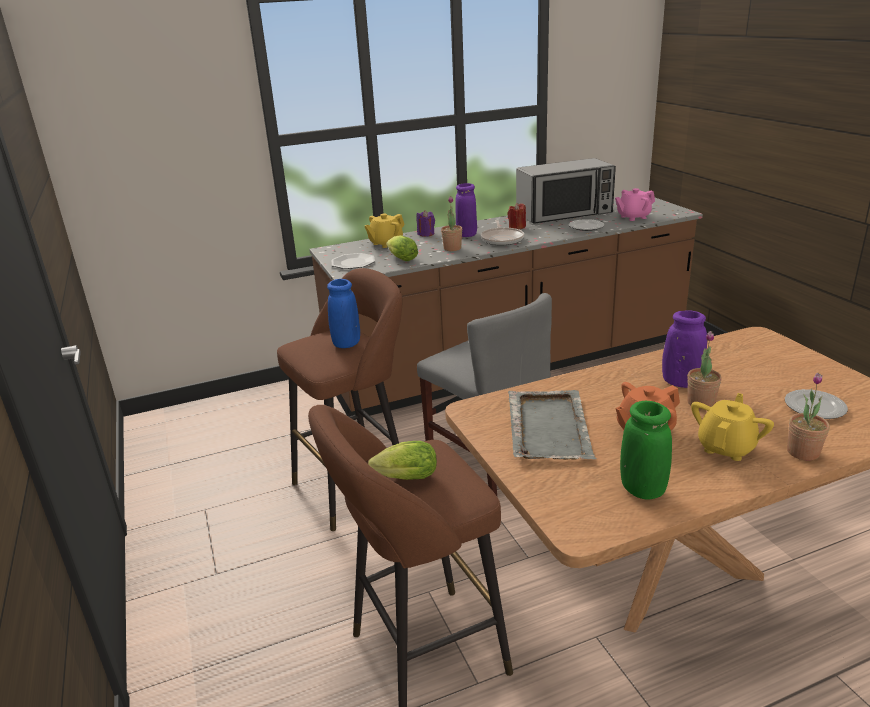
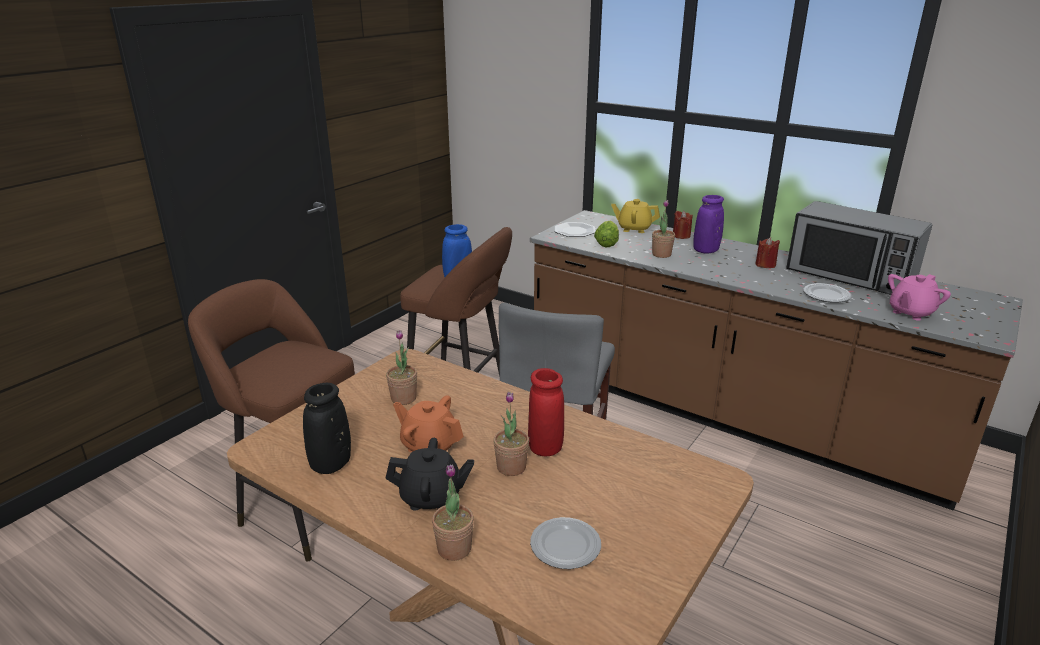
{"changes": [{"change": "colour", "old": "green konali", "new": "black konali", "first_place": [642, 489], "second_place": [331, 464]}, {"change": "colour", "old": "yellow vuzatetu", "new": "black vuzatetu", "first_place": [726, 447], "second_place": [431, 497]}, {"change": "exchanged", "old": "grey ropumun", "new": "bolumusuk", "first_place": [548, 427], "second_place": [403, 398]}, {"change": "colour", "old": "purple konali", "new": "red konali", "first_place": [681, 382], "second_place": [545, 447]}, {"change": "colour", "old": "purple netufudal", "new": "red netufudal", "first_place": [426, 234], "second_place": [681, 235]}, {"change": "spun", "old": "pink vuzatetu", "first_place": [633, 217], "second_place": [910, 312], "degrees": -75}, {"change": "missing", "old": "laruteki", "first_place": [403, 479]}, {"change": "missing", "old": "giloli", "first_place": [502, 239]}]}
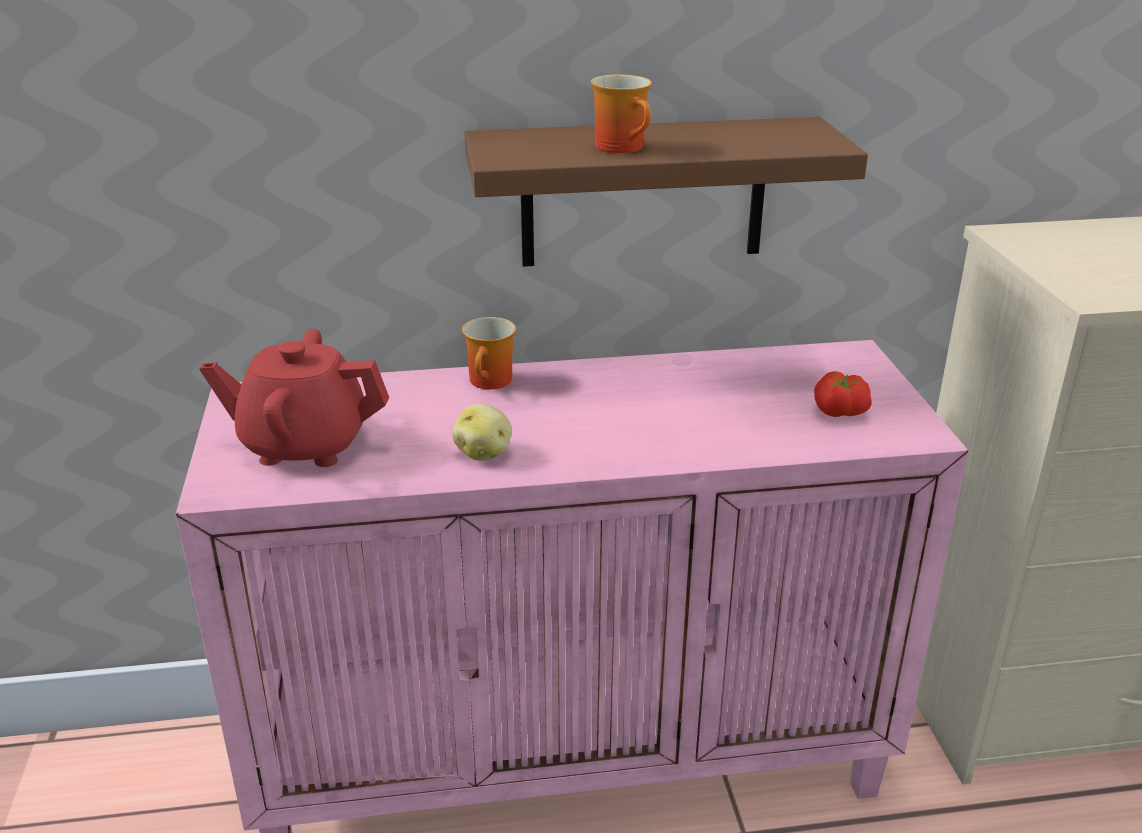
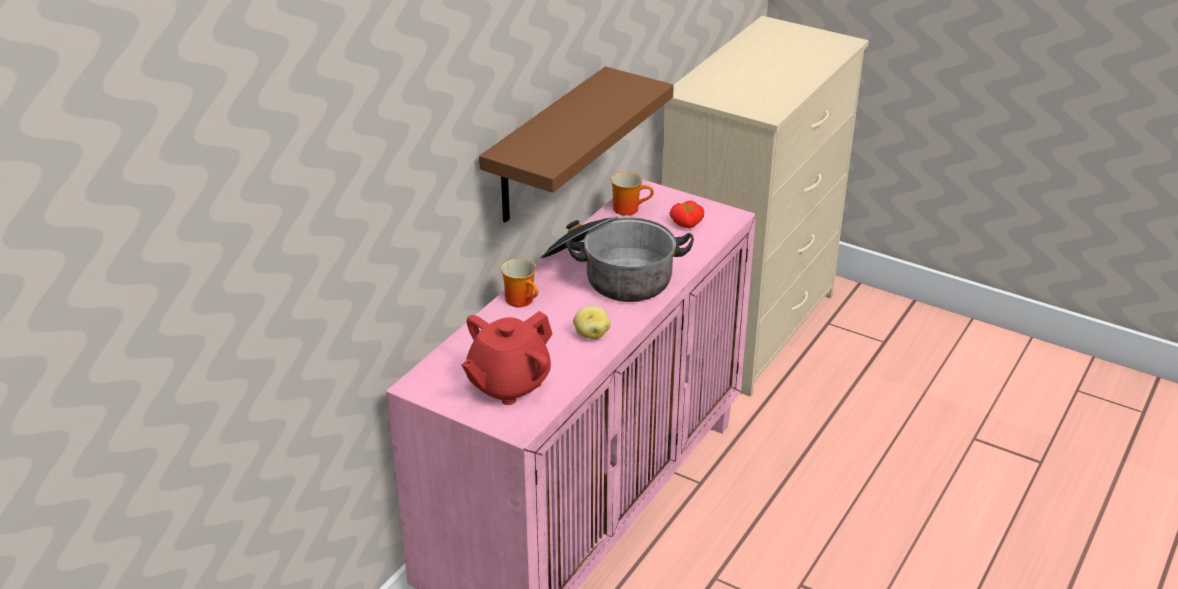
{"changes": [{"change": "appeared", "new": "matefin", "second_place": [611, 275]}, {"change": "relocated", "old": "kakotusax", "first_place": [625, 147], "second_place": [629, 208]}]}
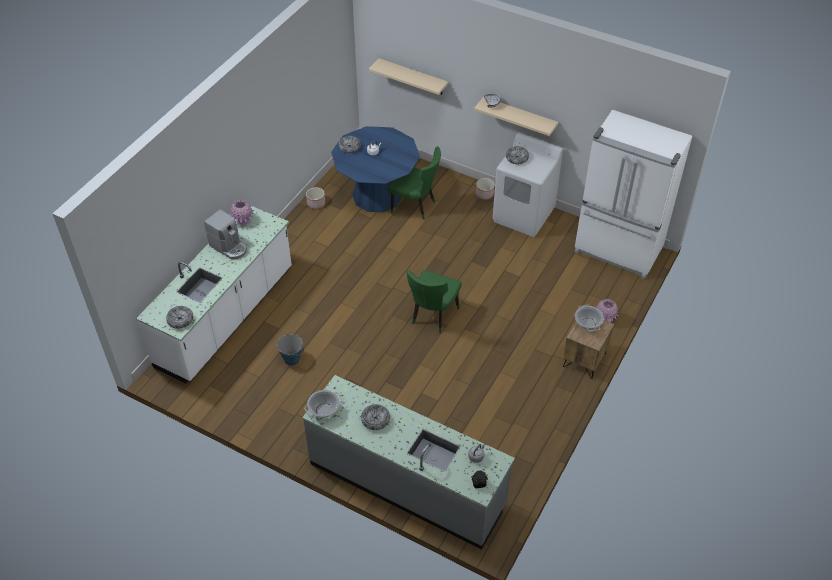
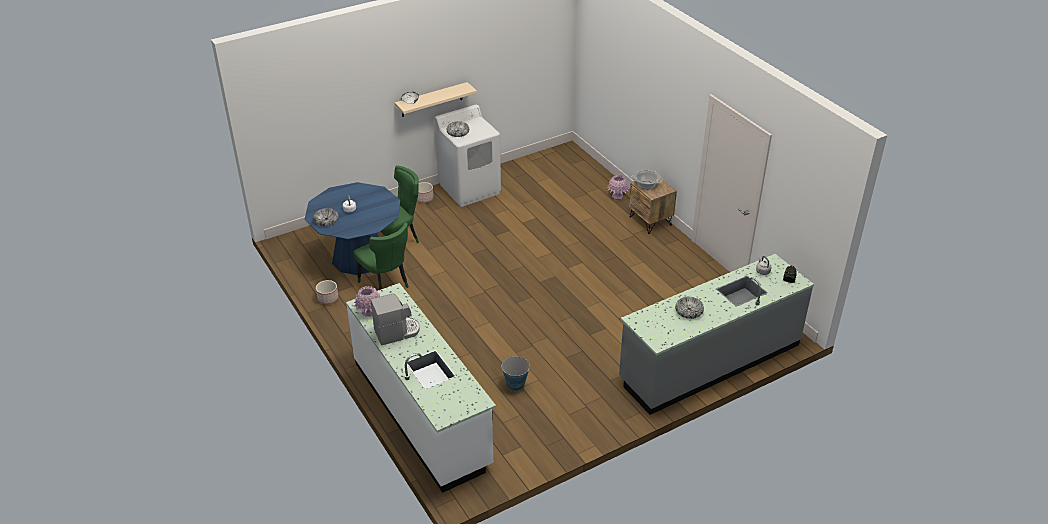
{"changes": [{"change": "relocated", "old": "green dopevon", "first_place": [432, 316], "second_place": [386, 284]}, {"change": "missing", "old": "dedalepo", "first_place": [180, 320]}, {"change": "missing", "old": "matefin", "first_place": [324, 410]}, {"change": "missing", "old": "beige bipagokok", "first_place": [413, 77]}, {"change": "missing", "old": "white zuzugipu", "first_place": [617, 252]}]}
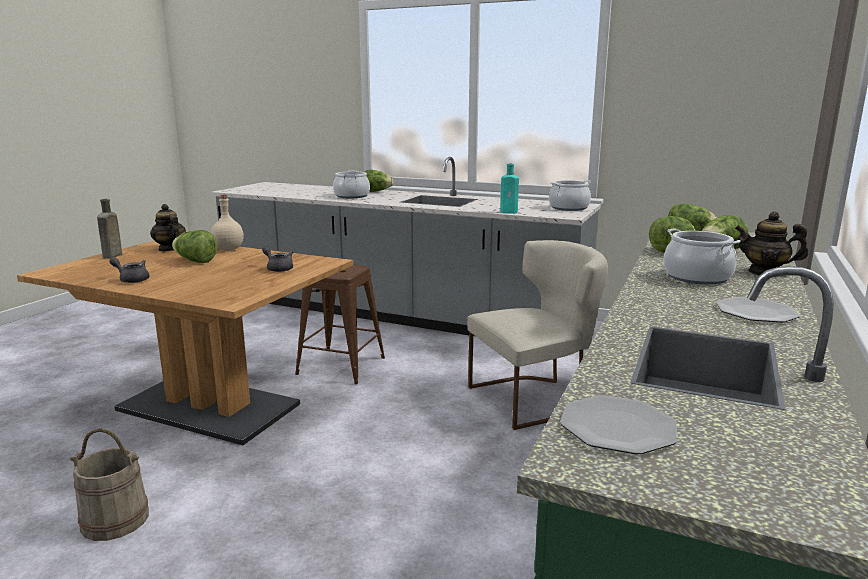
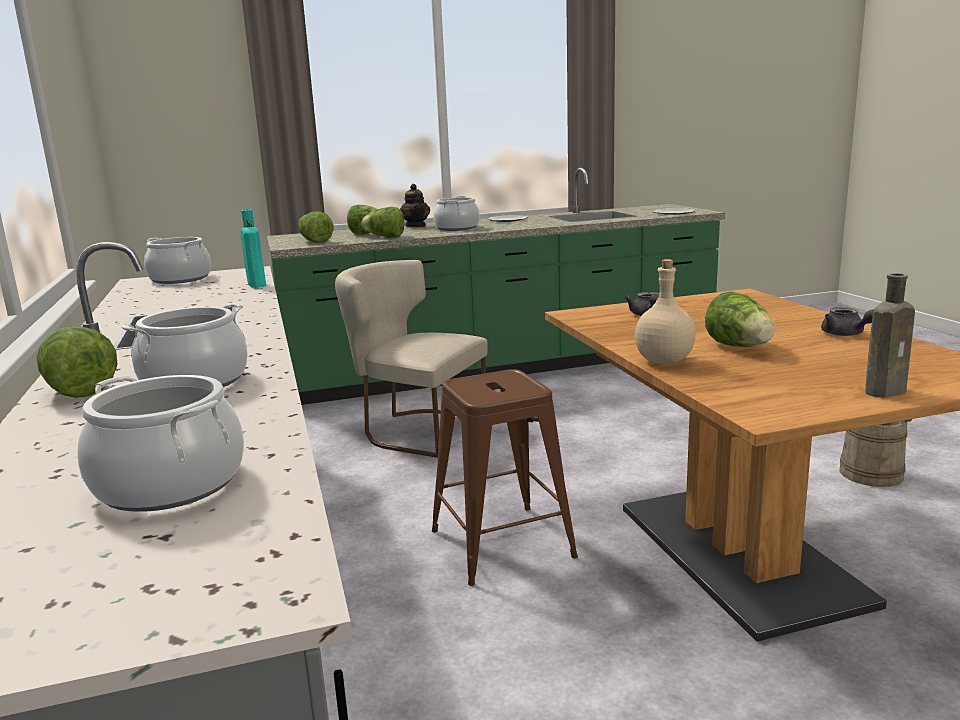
{"changes": [{"change": "appeared", "new": "matefin", "second_place": [170, 483]}, {"change": "missing", "old": "vuzatetu", "first_place": [170, 249]}]}
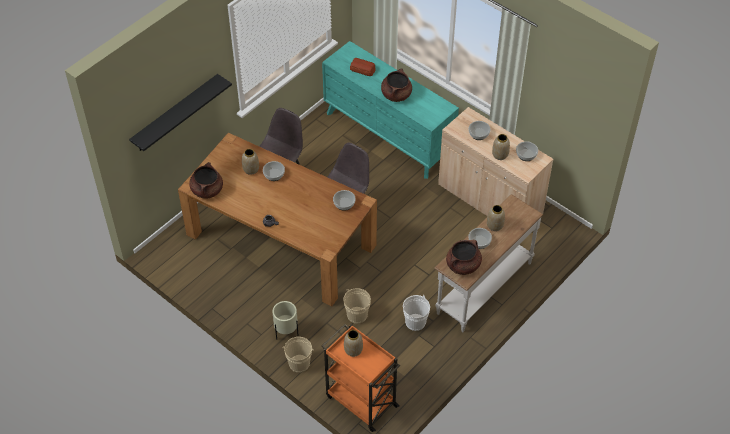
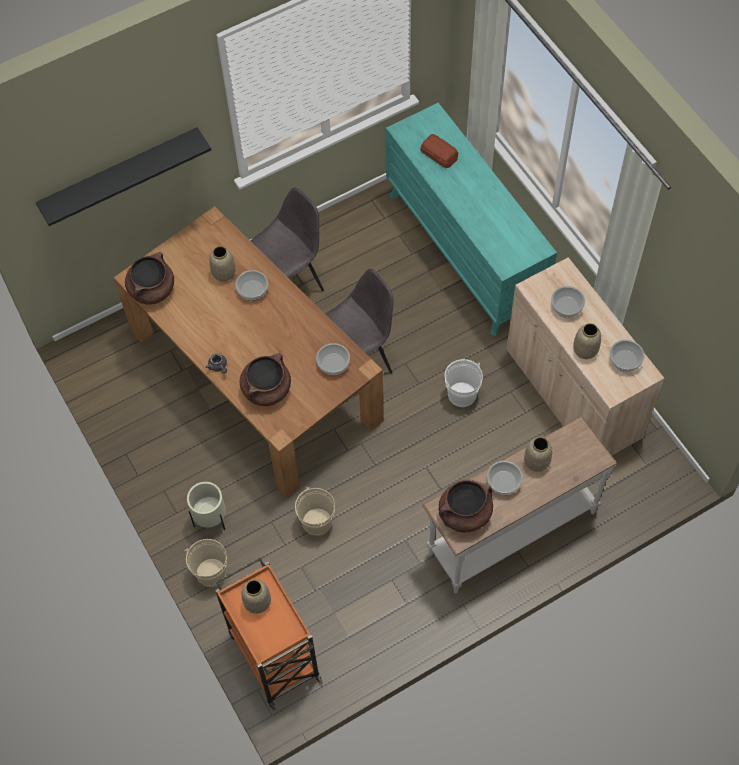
{"changes": [{"change": "relocated", "old": "brown matefin", "first_place": [396, 95], "second_place": [266, 389]}, {"change": "relocated", "old": "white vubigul", "first_place": [415, 322], "second_place": [462, 394]}]}
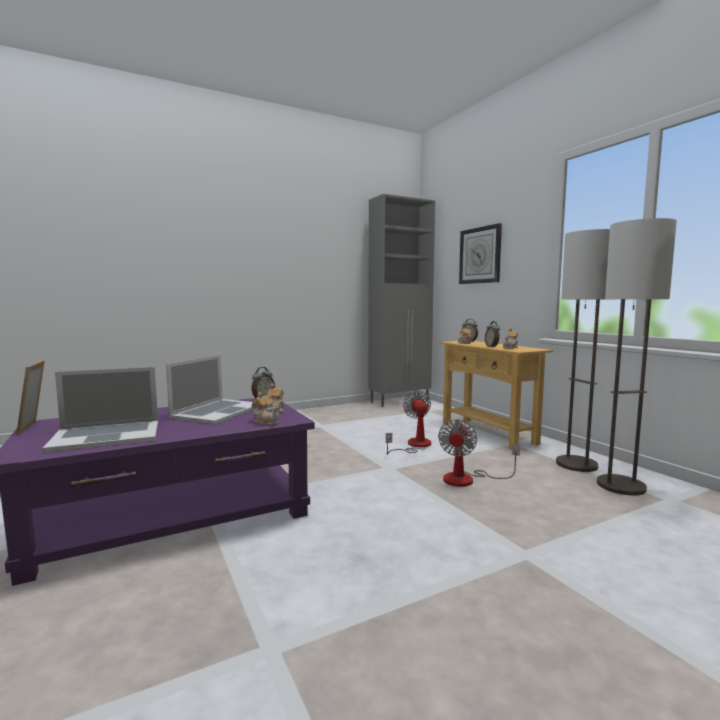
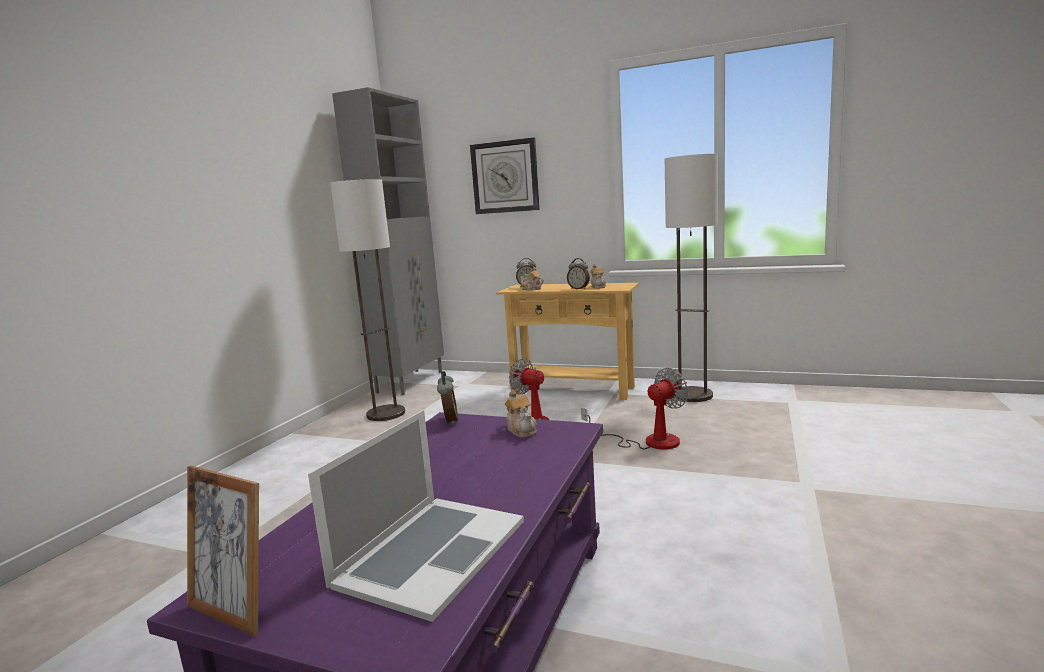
{"changes": [{"change": "relocated", "old": "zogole", "first_place": [621, 486], "second_place": [386, 414]}, {"change": "spun", "old": "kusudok", "first_place": [468, 479], "second_place": [649, 442], "degrees": -105}, {"change": "missing", "old": "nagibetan", "first_place": [217, 411]}, {"change": "missing", "old": "vuzatetu", "first_place": [266, 422]}]}
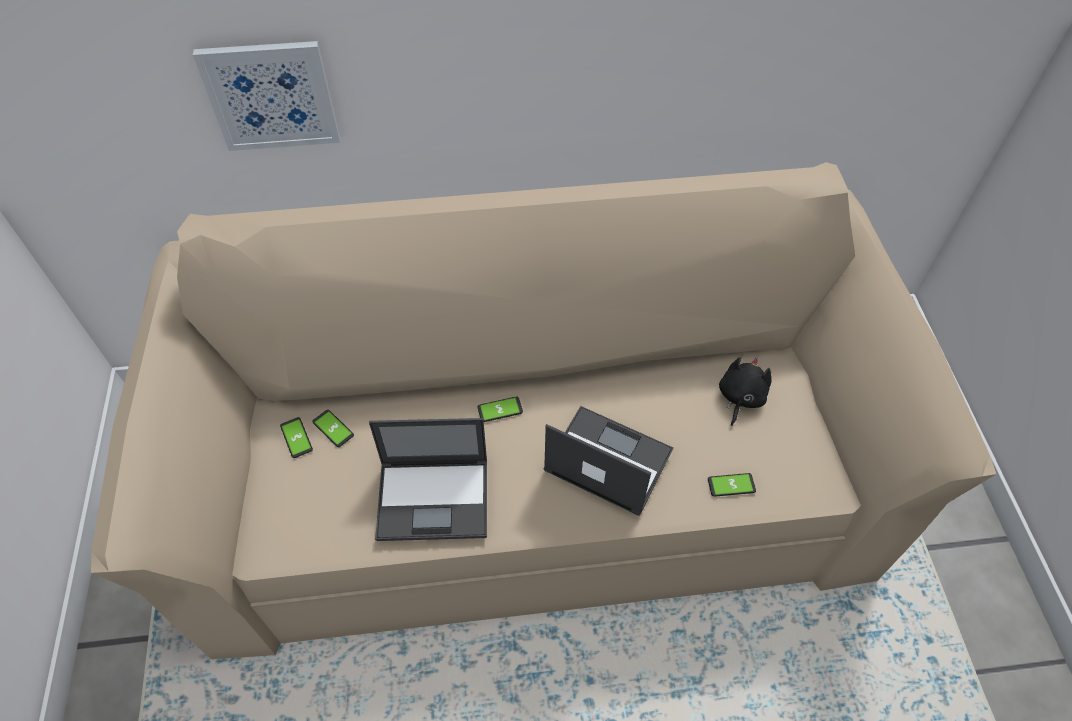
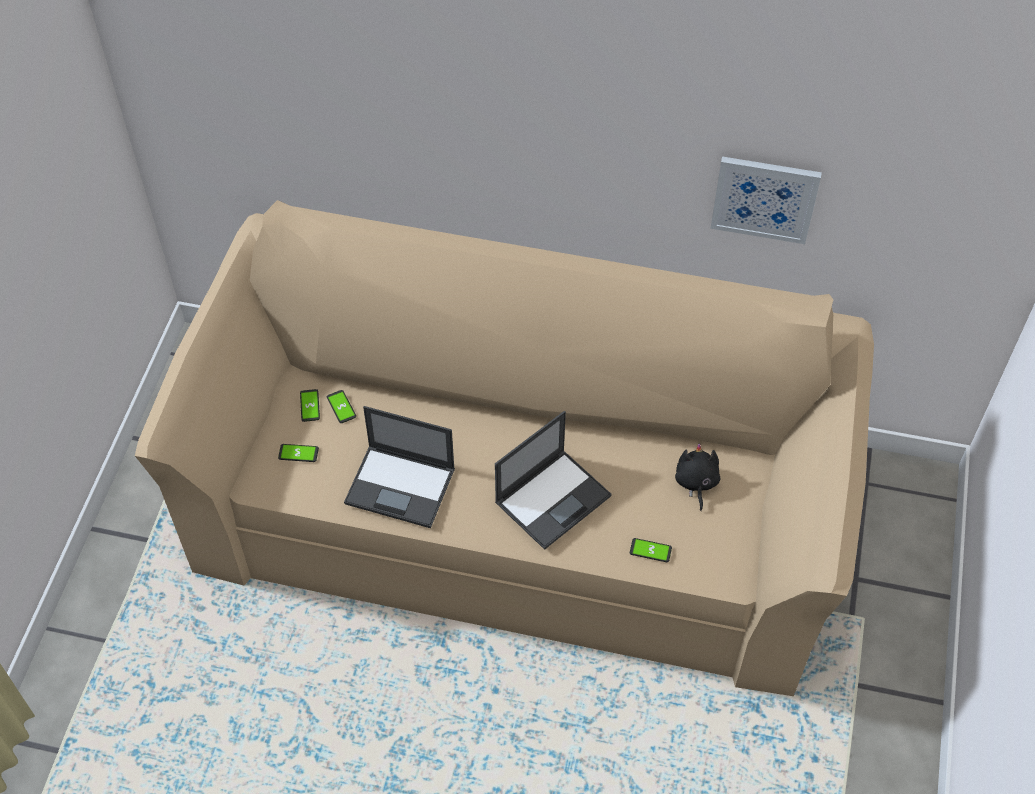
{"changes": [{"change": "relocated", "old": "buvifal", "first_place": [500, 409], "second_place": [298, 453]}, {"change": "spun", "old": "nagibetan", "first_place": [606, 459], "second_place": [553, 498], "degrees": 90}, {"change": "spun", "old": "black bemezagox", "first_place": [740, 397], "second_place": [696, 482], "degrees": -45}, {"change": "relocated", "old": "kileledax", "first_place": [271, 95], "second_place": [764, 198]}]}
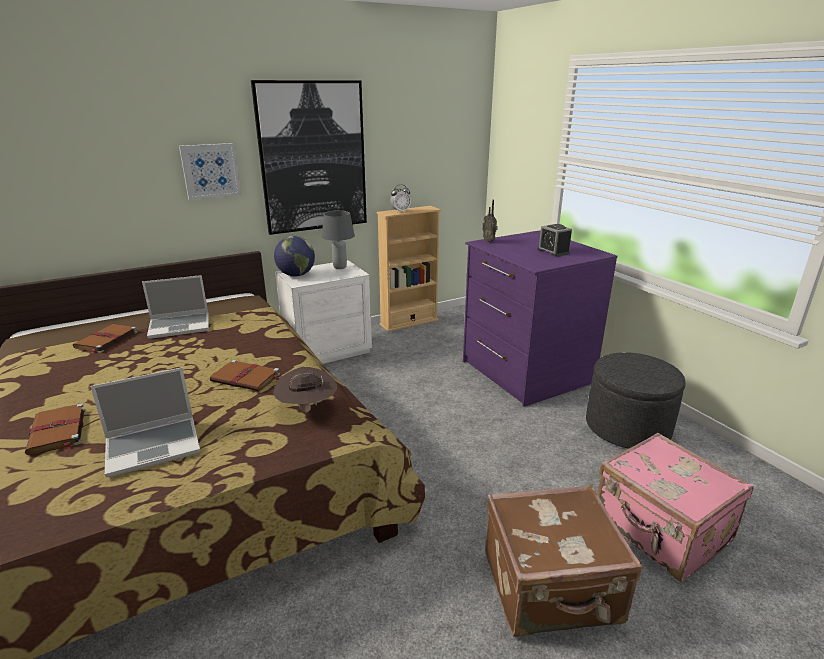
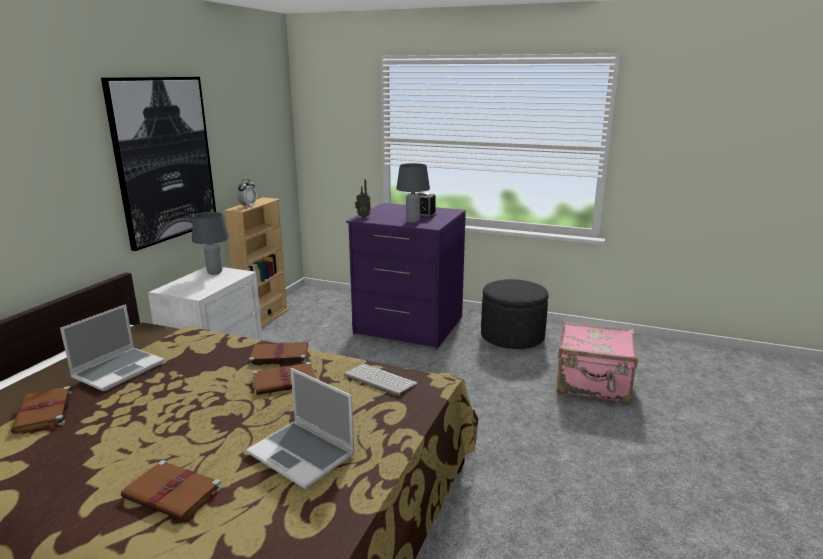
{"changes": [{"change": "appeared", "new": "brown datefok", "second_place": [278, 355]}, {"change": "spun", "old": "nagibetan", "first_place": [154, 446], "second_place": [303, 455], "degrees": 105}, {"change": "exchanged", "old": "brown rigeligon", "new": "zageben", "first_place": [307, 409], "second_place": [378, 380]}, {"change": "appeared", "new": "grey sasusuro", "second_place": [412, 222]}, {"change": "missing", "old": "kileledax", "first_place": [210, 171]}, {"change": "missing", "old": "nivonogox", "first_place": [296, 275]}, {"change": "missing", "old": "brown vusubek", "first_place": [551, 589]}]}
